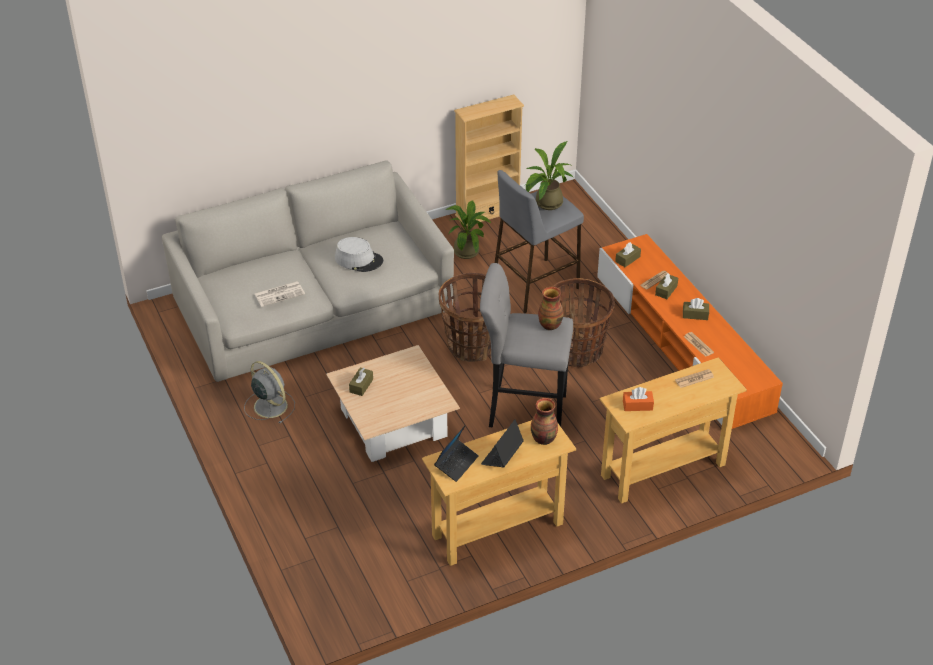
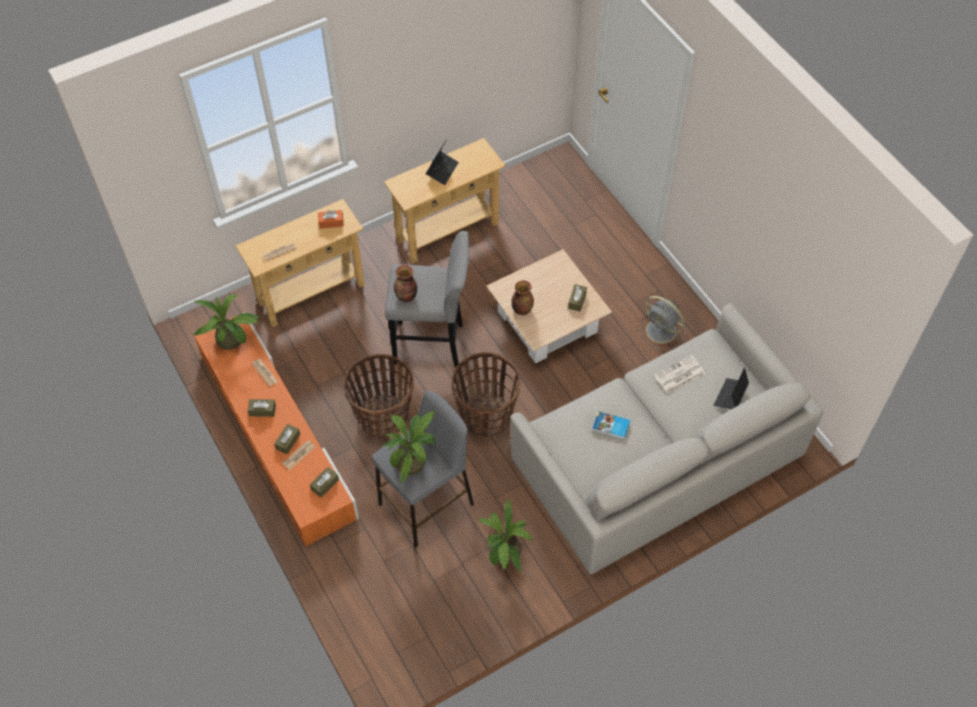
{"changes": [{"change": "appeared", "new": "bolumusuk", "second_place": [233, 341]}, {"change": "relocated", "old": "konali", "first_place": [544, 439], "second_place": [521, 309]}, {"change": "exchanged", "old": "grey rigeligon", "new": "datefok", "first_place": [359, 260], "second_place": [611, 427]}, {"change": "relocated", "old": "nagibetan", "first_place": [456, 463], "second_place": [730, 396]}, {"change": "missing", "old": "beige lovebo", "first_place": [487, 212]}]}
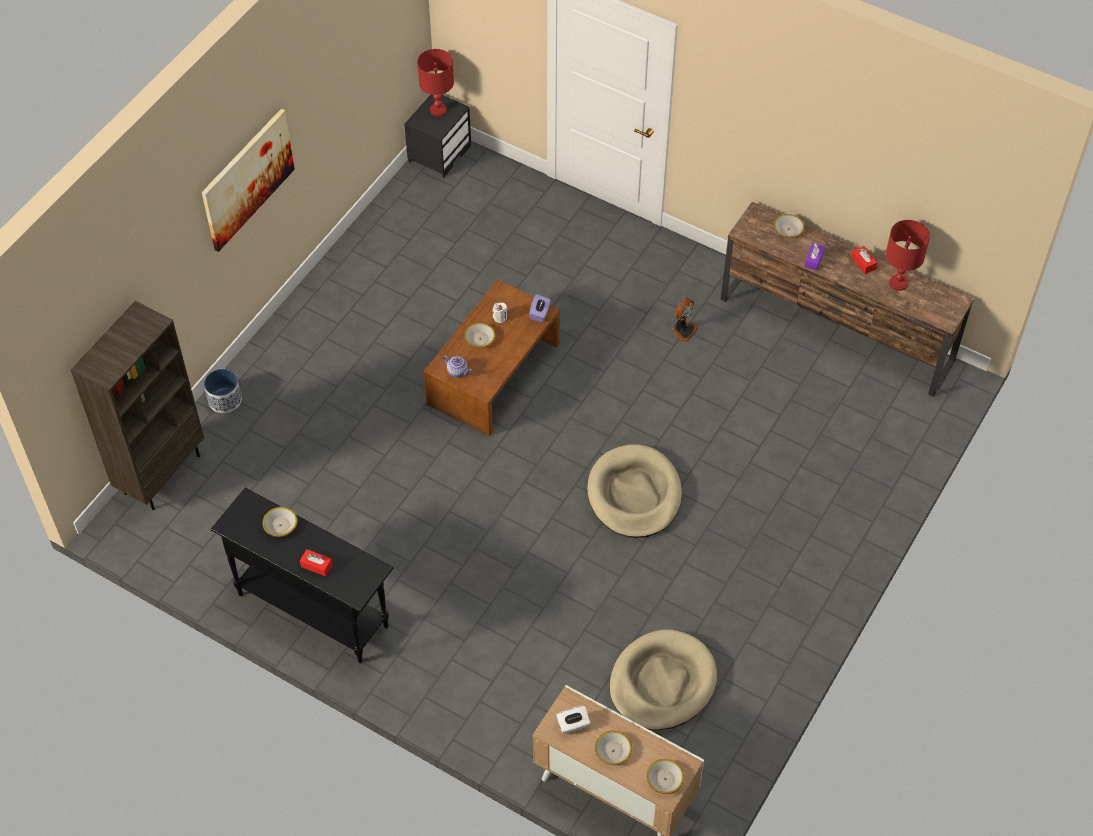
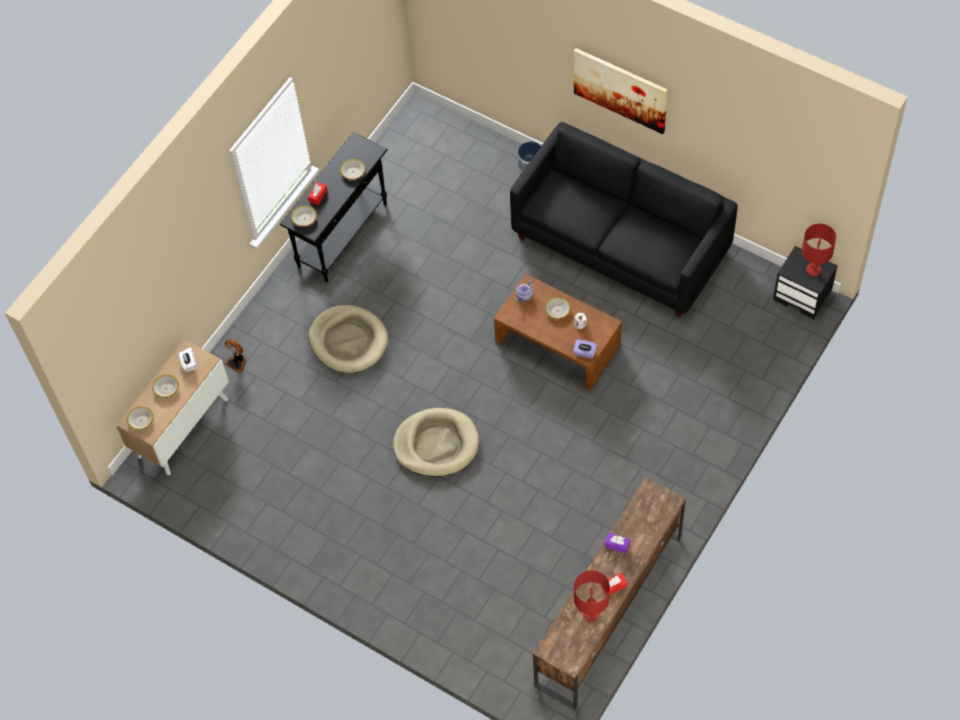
{"changes": [{"change": "relocated", "old": "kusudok", "first_place": [683, 330], "second_place": [237, 362]}, {"change": "relocated", "old": "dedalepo", "first_place": [788, 229], "second_place": [304, 219]}, {"change": "relocated", "old": "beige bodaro", "first_place": [662, 683], "second_place": [348, 341]}, {"change": "appeared", "new": "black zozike", "second_place": [621, 244]}, {"change": "missing", "old": "brown lovebo", "first_place": [161, 473]}]}
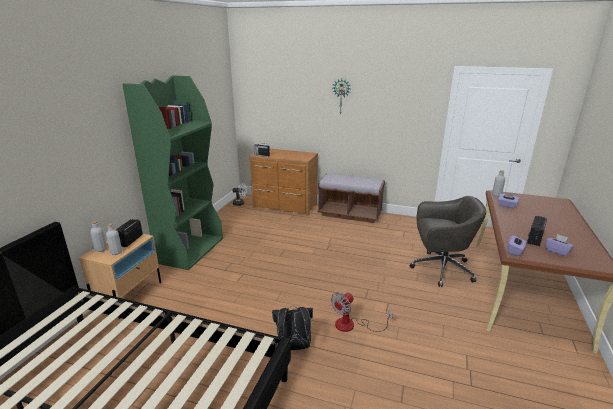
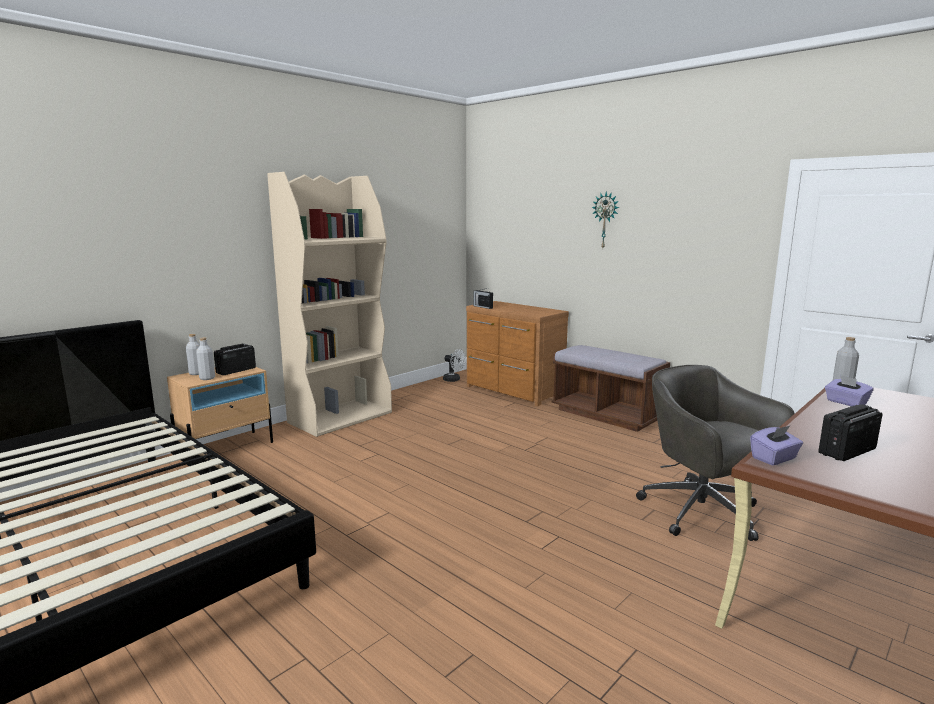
{"changes": [{"change": "colour", "old": "green lovebo", "new": "beige lovebo", "first_place": [191, 250], "second_place": [341, 417]}, {"change": "spun", "old": "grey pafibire", "first_place": [440, 269], "second_place": [703, 514], "degrees": -150}, {"change": "missing", "old": "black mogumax", "first_place": [293, 347]}, {"change": "missing", "old": "kusudok", "first_place": [352, 325]}, {"change": "missing", "old": "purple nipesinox", "first_place": [557, 251]}]}
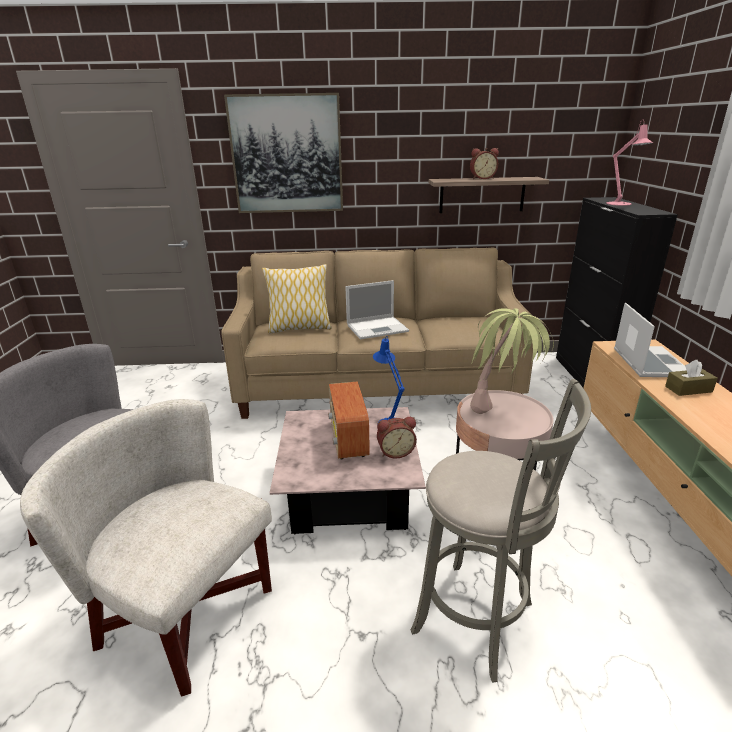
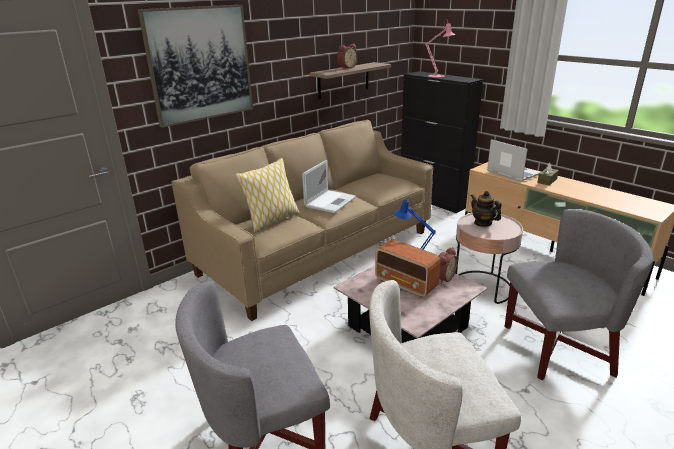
{"changes": [{"change": "exchanged", "old": "bolumusuk", "new": "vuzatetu", "first_place": [502, 407], "second_place": [483, 223]}, {"change": "exchanged", "old": "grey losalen", "new": "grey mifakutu", "first_place": [479, 621], "second_place": [557, 348]}]}
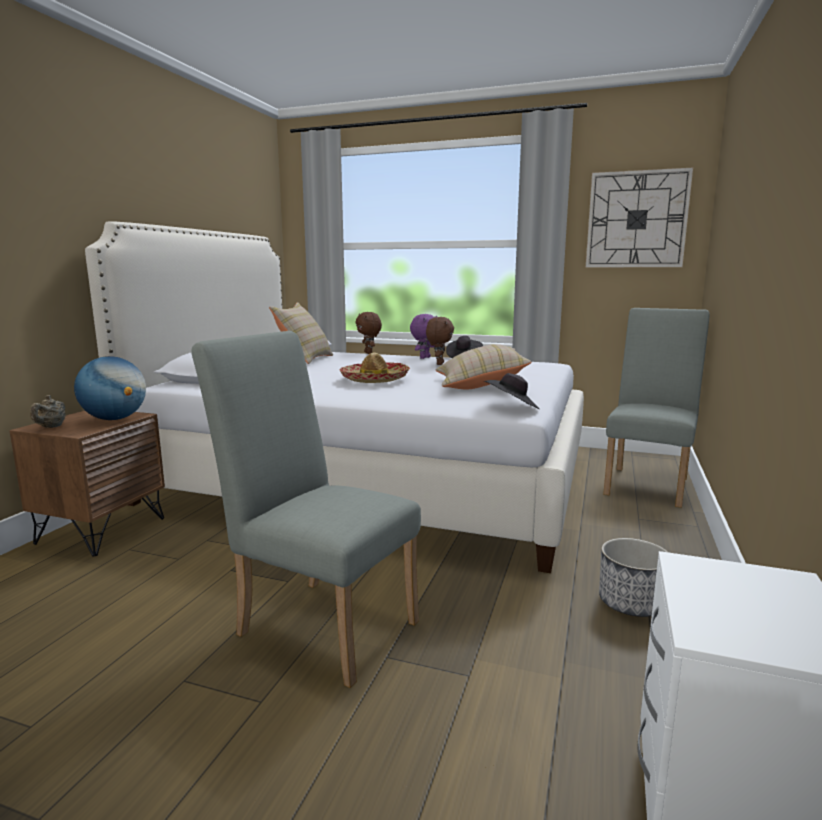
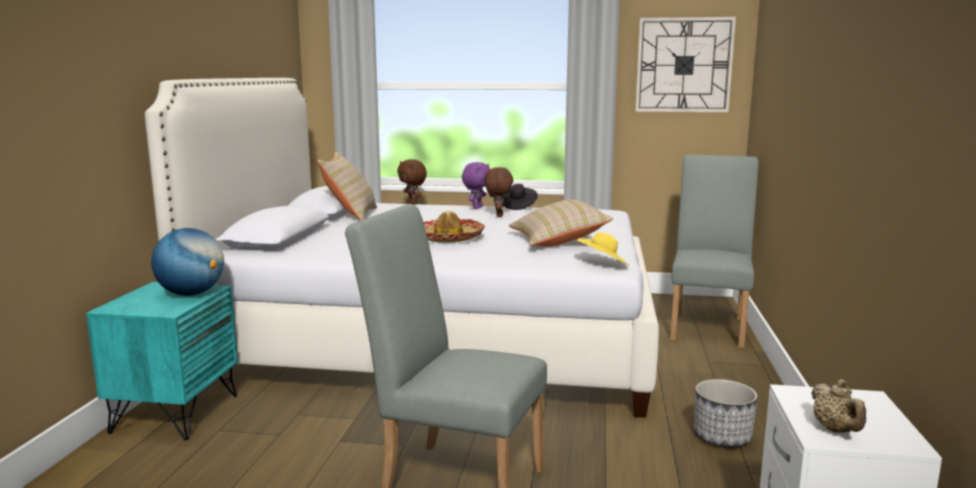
{"changes": [{"change": "colour", "old": "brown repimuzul", "new": "turquoise repimuzul", "first_place": [101, 530], "second_place": [175, 413]}, {"change": "colour", "old": "black rigeligon", "new": "yellow rigeligon", "first_place": [512, 407], "second_place": [603, 264]}, {"change": "relocated", "old": "beige vuzatetu", "first_place": [51, 427], "second_place": [836, 430]}]}
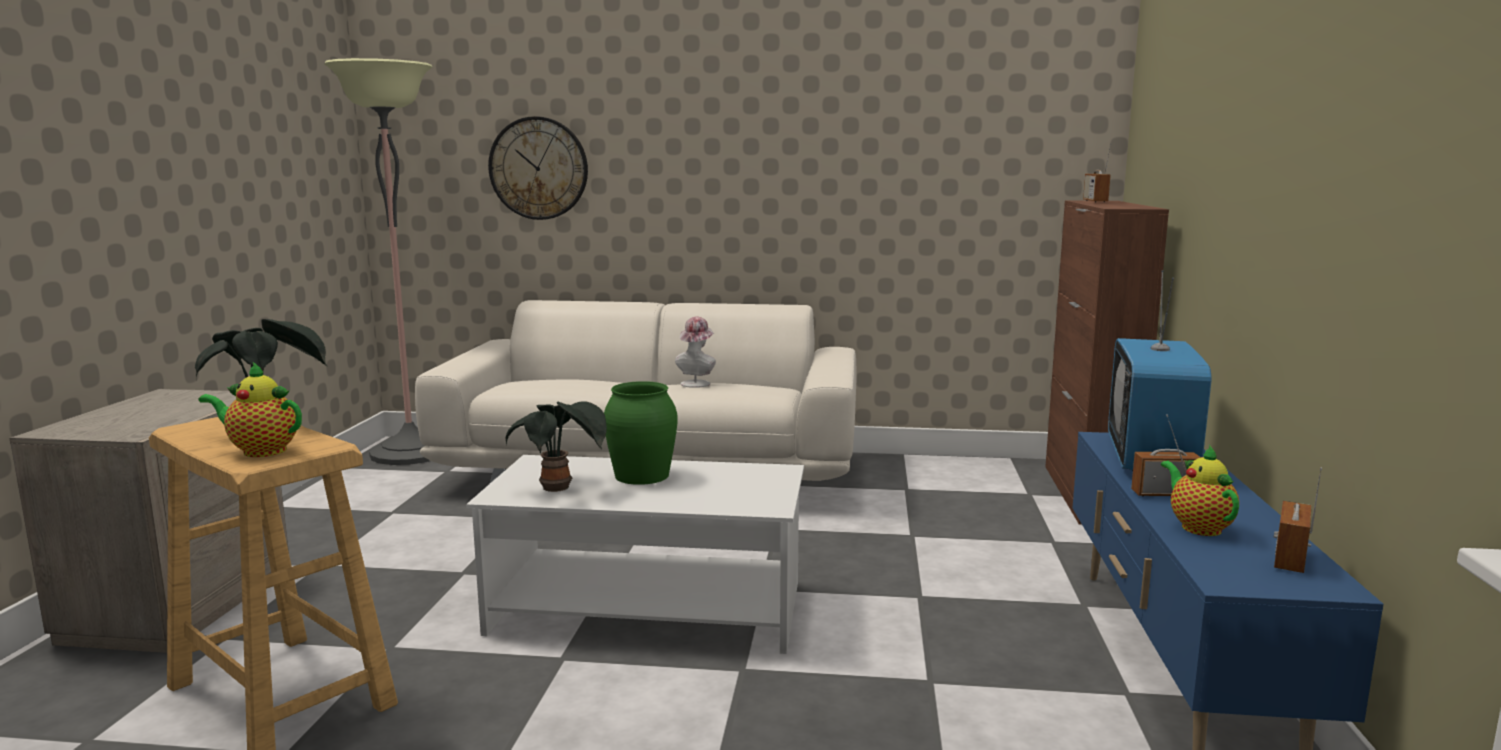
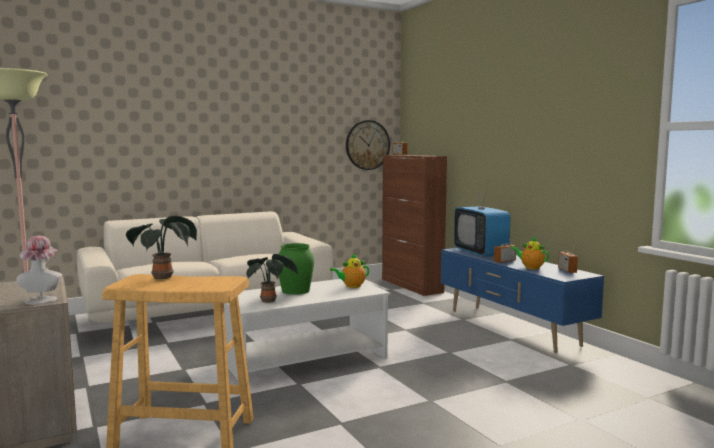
{"changes": [{"change": "relocated", "old": "rigeligon", "first_place": [697, 383], "second_place": [42, 299]}, {"change": "relocated", "old": "vuzatetu", "first_place": [260, 451], "second_place": [351, 286]}, {"change": "relocated", "old": "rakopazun", "first_place": [538, 168], "second_place": [367, 145]}]}
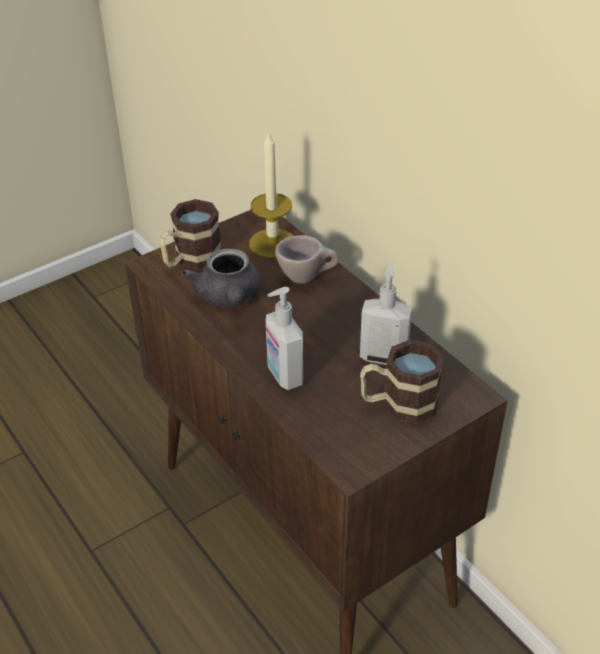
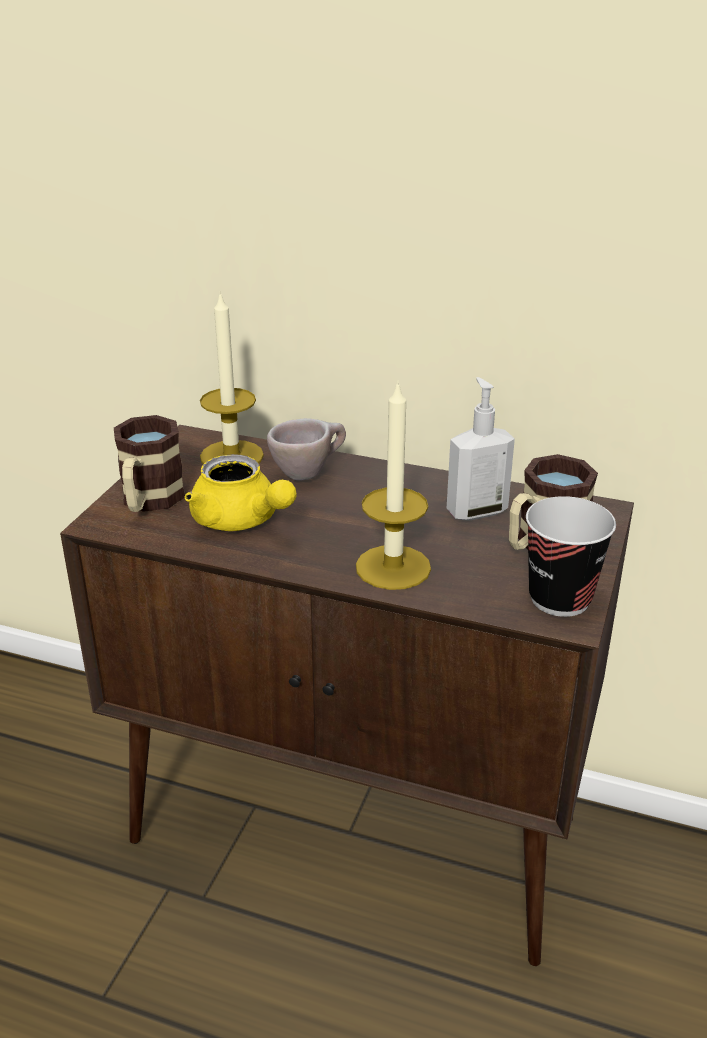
{"changes": [{"change": "colour", "old": "grey vuzatetu", "new": "yellow vuzatetu", "first_place": [229, 298], "second_place": [241, 521]}, {"change": "exchanged", "old": "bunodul", "new": "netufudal", "first_place": [284, 375], "second_place": [393, 567]}, {"change": "appeared", "new": "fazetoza", "second_place": [560, 599]}]}
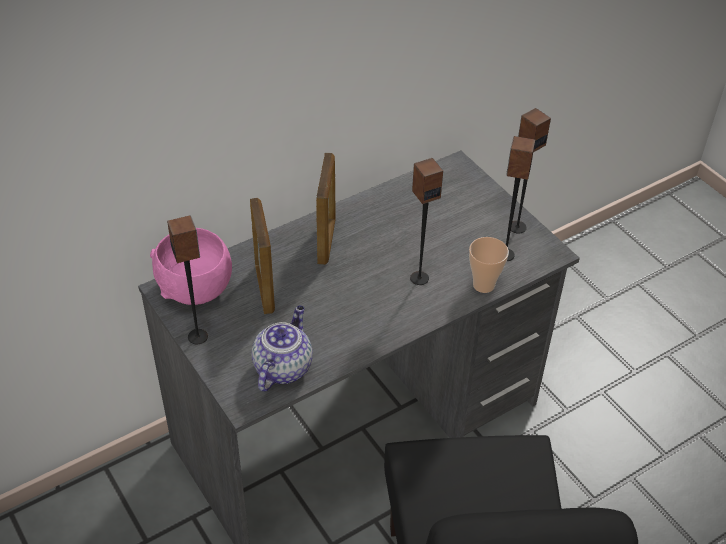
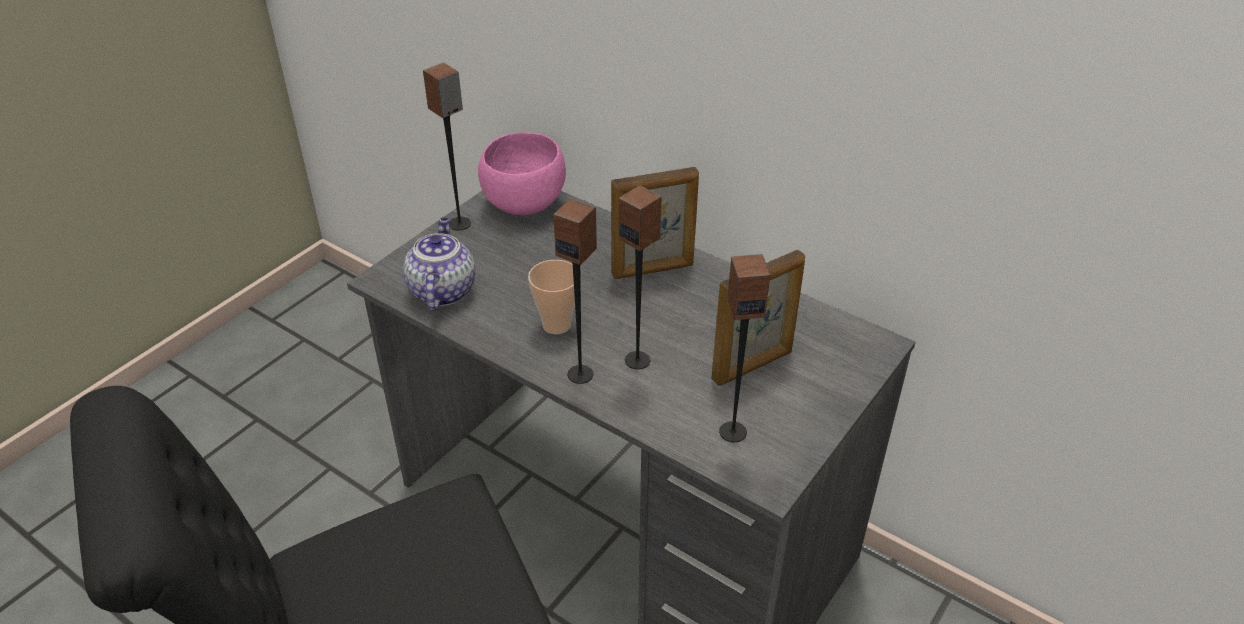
{"changes": [{"change": "spun", "old": "vuzatetu", "first_place": [282, 367], "second_place": [442, 290], "degrees": -90}, {"change": "relocated", "old": "fazetoza", "first_place": [483, 285], "second_place": [556, 325]}, {"change": "relocated", "old": "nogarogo", "first_place": [517, 227], "second_place": [580, 374]}, {"change": "relocated", "old": "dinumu", "first_place": [265, 288], "second_place": [753, 366]}]}
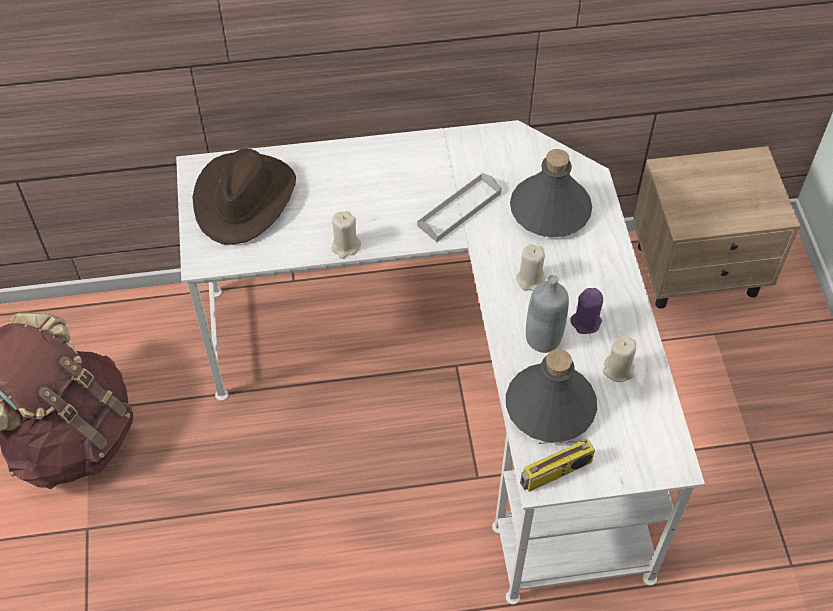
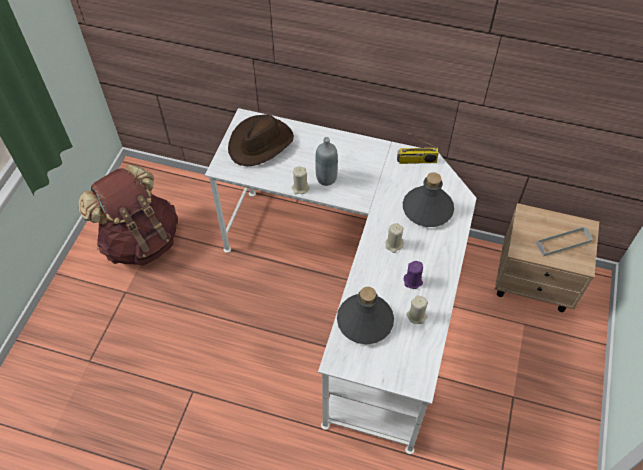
{"changes": [{"change": "relocated", "old": "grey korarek", "first_place": [543, 339], "second_place": [326, 178]}, {"change": "relocated", "old": "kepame", "first_place": [555, 473], "second_place": [416, 161]}, {"change": "relocated", "old": "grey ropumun", "first_place": [459, 210], "second_place": [563, 242]}]}
